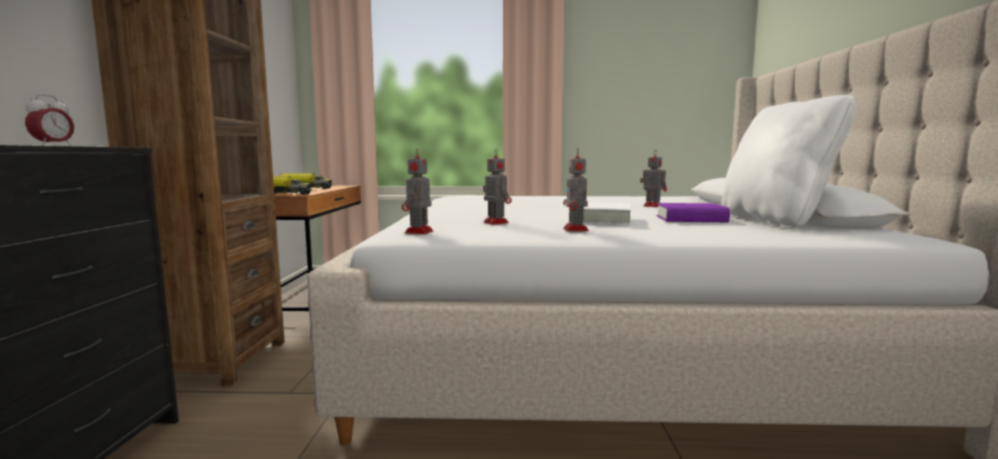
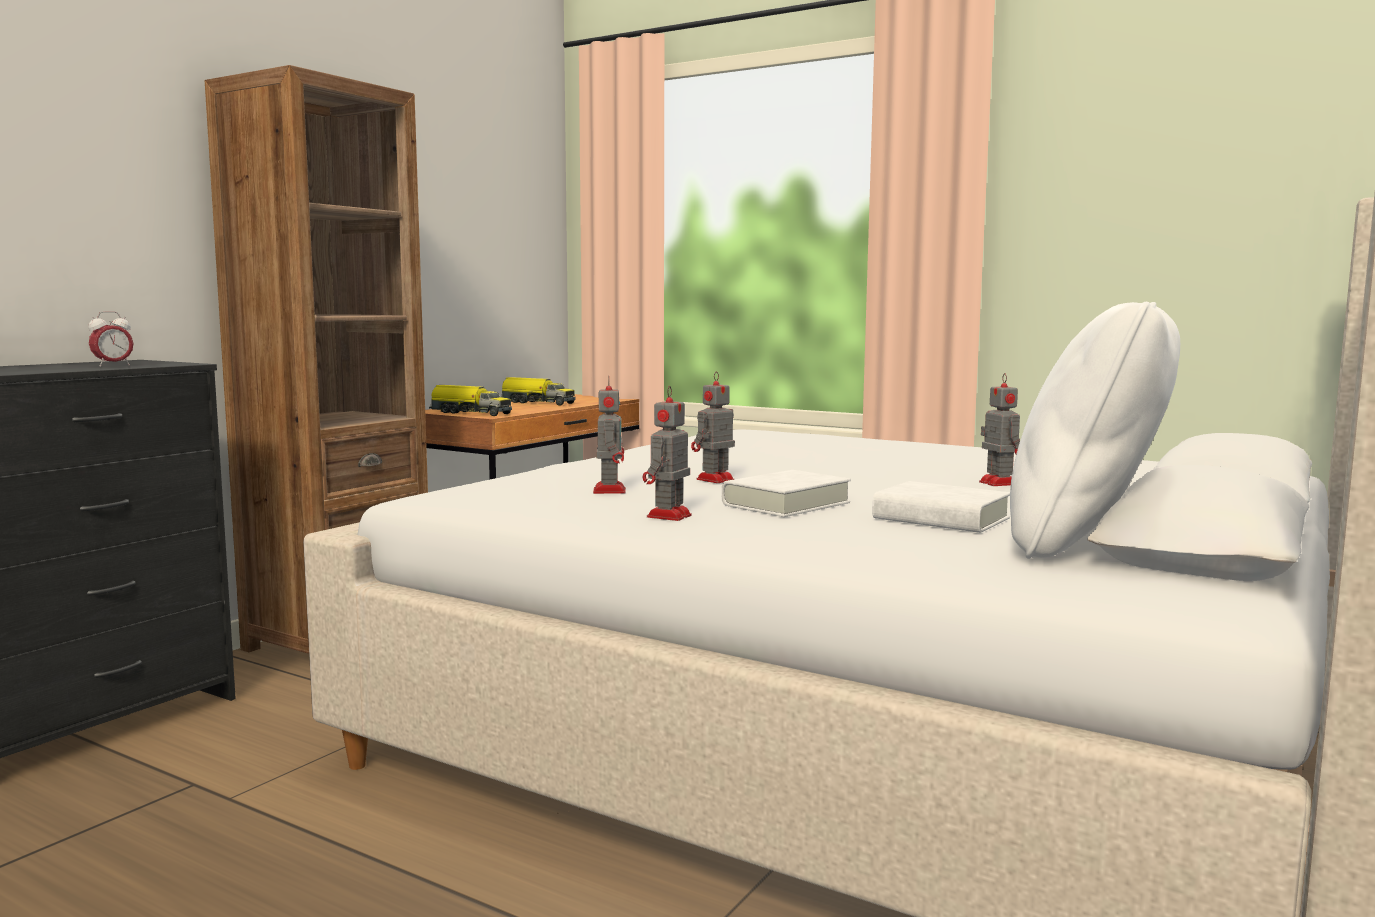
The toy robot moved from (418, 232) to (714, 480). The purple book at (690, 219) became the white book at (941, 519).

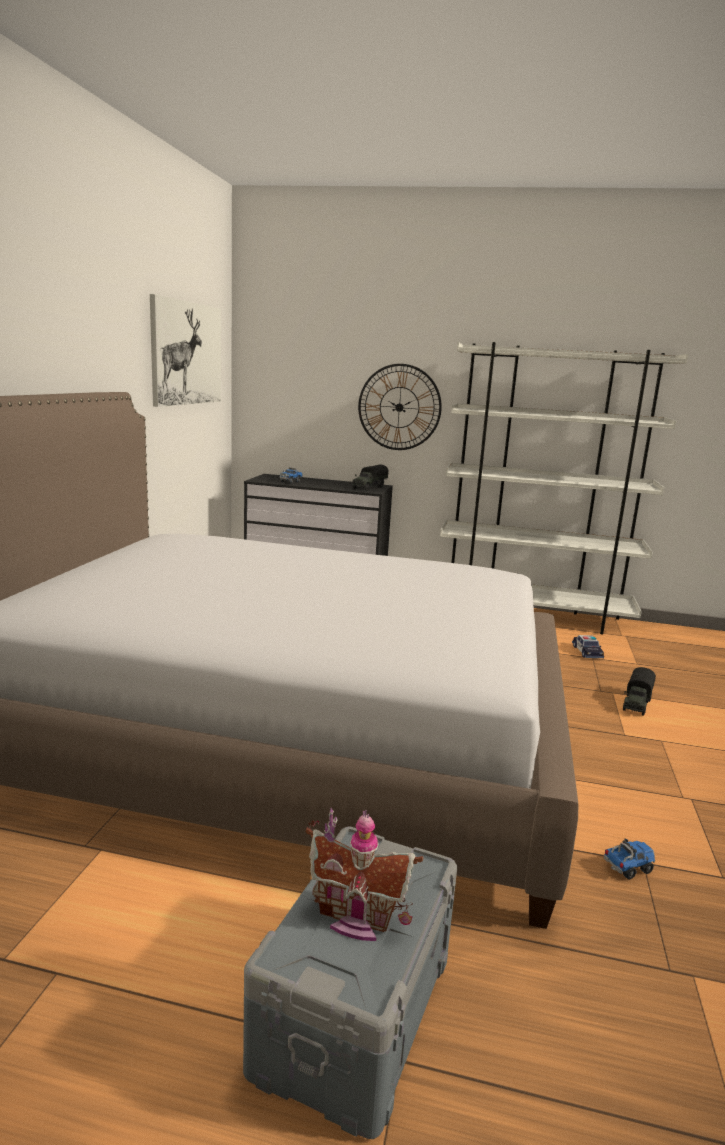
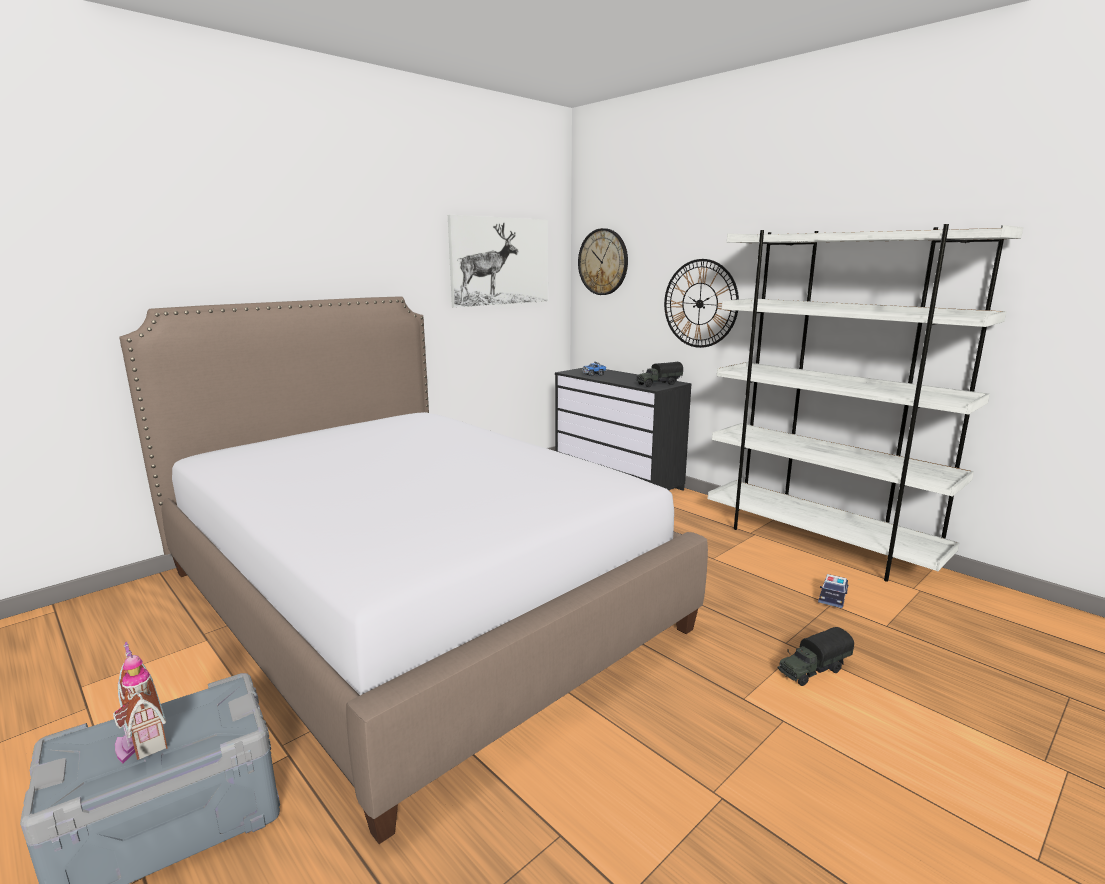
The wall clock at (603, 262) appeared. The toy truck at (628, 867) disappeared.

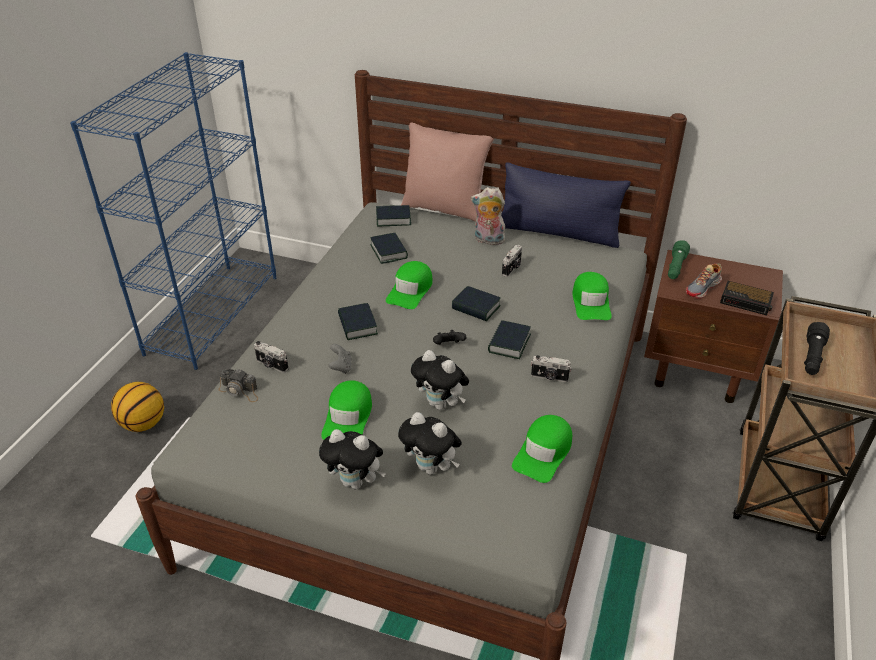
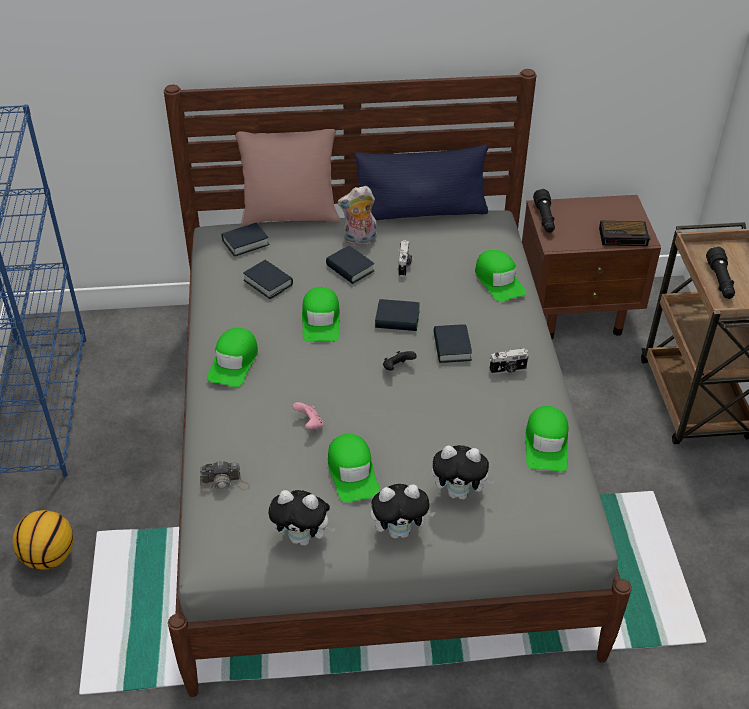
The green cap at (234, 362) appeared. The plush toy moved from (441, 404) to (303, 538). The grey game controller at (341, 367) became the pink game controller at (309, 424). The book moved from (357, 325) to (350, 269). The green flashlight at (675, 268) became the black flashlight at (544, 219). The photo camera at (271, 365) disappeared. The shoe at (703, 288) disappeared.

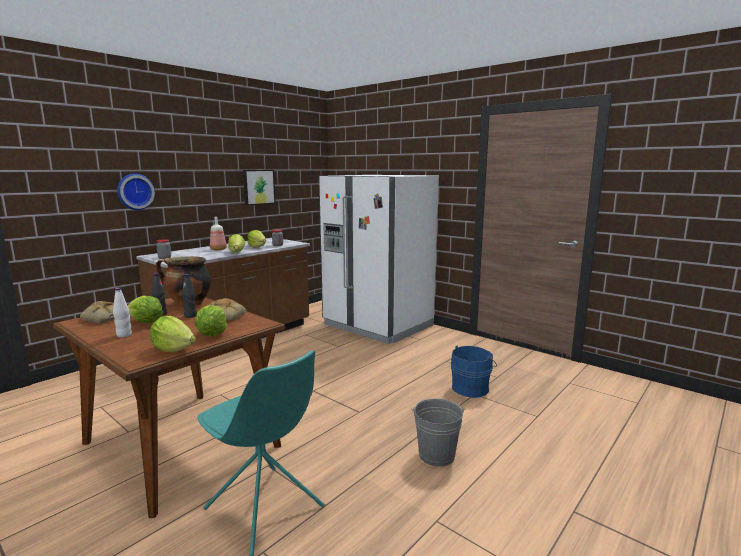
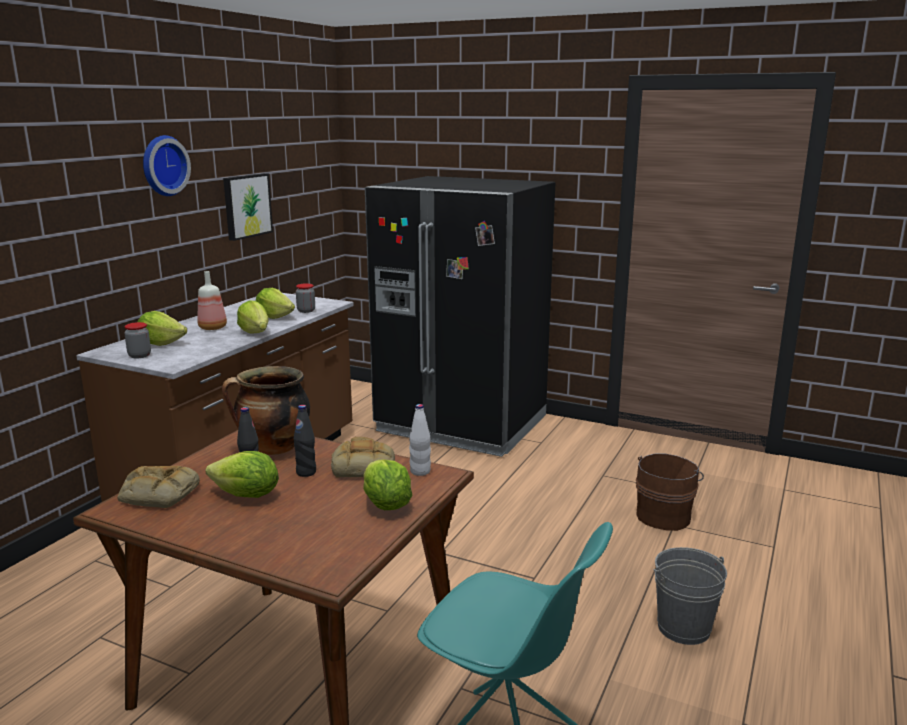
The lettuce moved from (173, 349) to (161, 343). The wall clock moved from (135, 191) to (162, 165). The white fridge at (378, 325) became the black fridge at (462, 424). The white bottle moved from (124, 335) to (420, 471). The blue bucket at (471, 388) became the brown bucket at (664, 515).

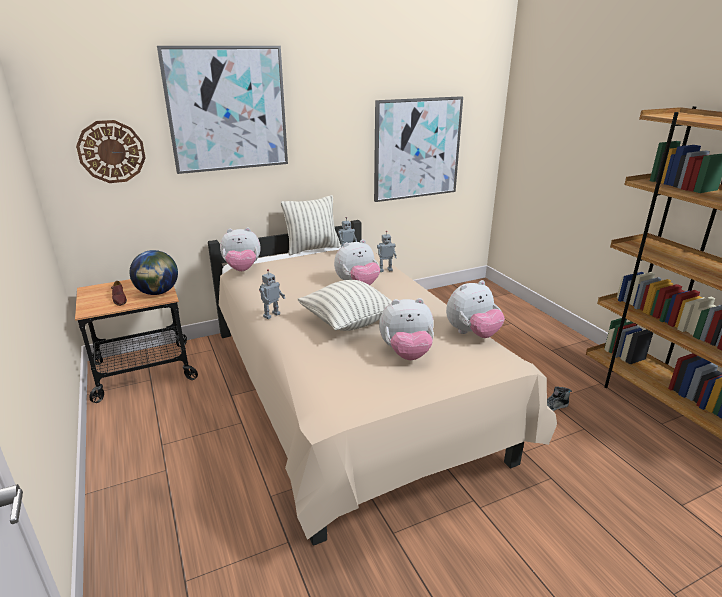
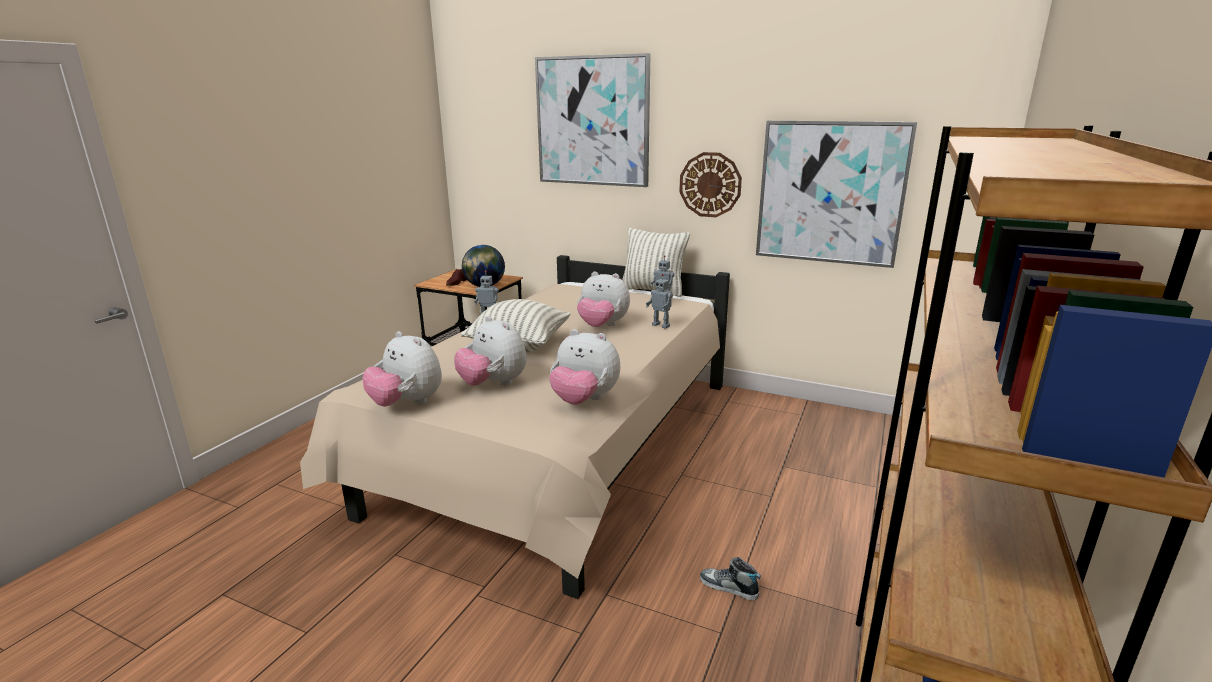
The plush toy moved from (242, 269) to (407, 403). The wall clock moved from (111, 152) to (710, 185).

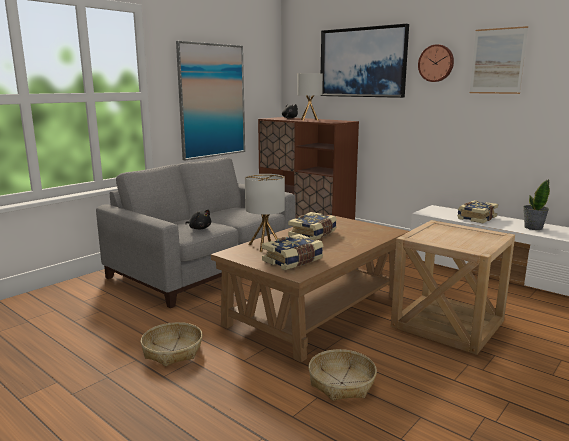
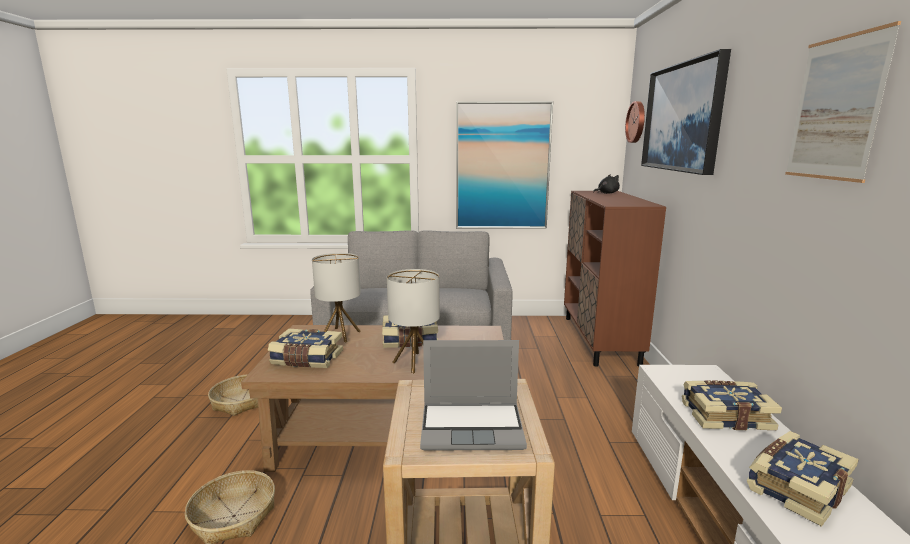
The table lamp moved from (309, 120) to (415, 362). The laptop at (473, 427) appeared. The wall clock moved from (436, 63) to (637, 122). The potted plant at (533, 227) was replaced by the book at (795, 487). The black plush toy at (199, 228) disappeared.

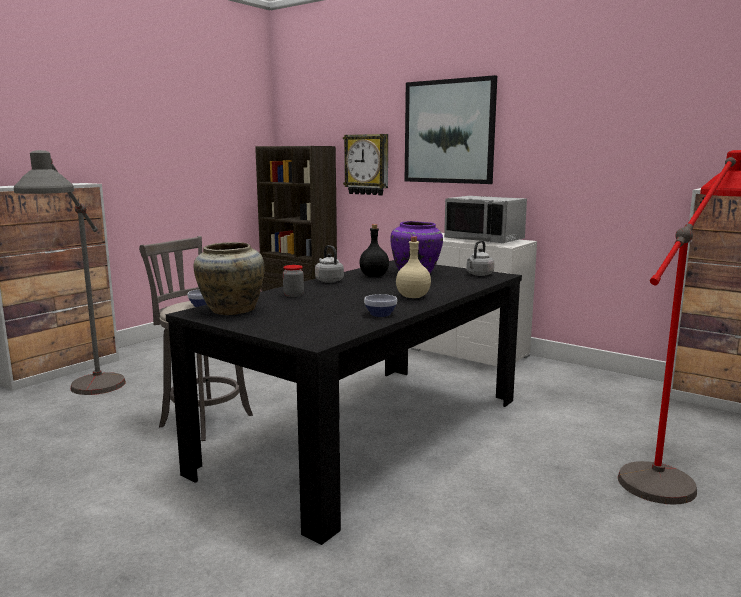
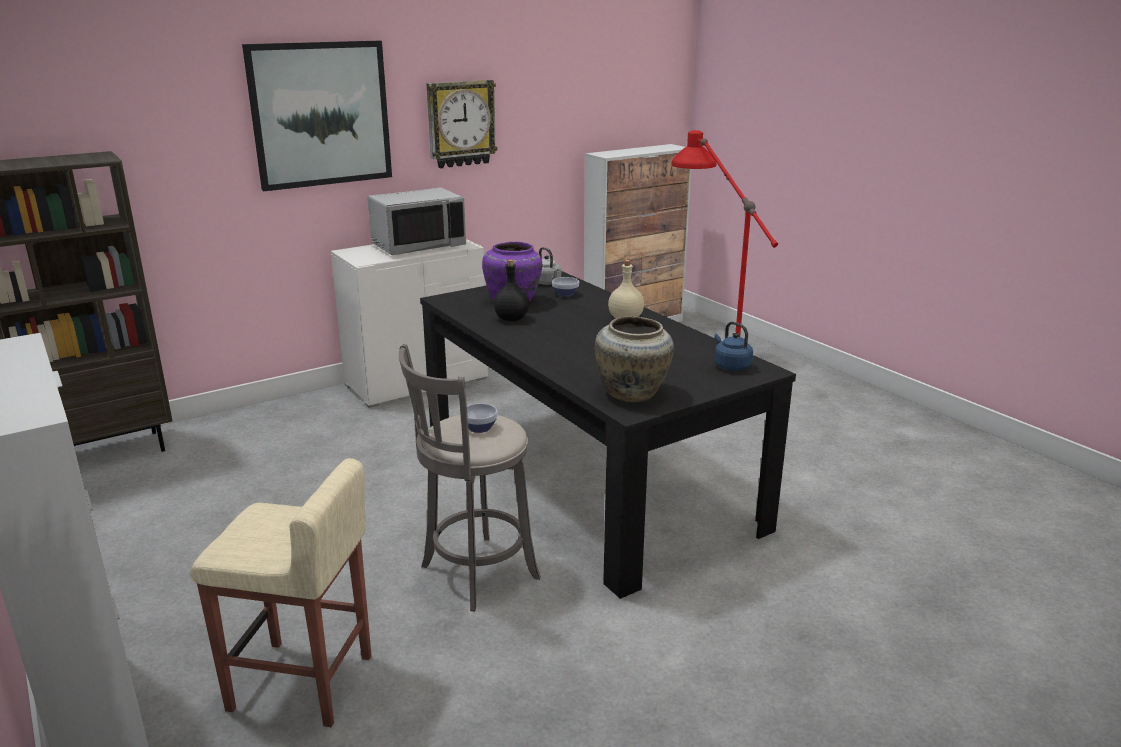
The grey floor lamp at (88, 399) was replaced by the beige stool at (303, 683). The wall clock moved from (367, 164) to (460, 124). The bowl moved from (381, 314) to (566, 294). The blue kettle at (731, 366) appeared. The jar at (293, 295) disappeared. The grey kettle at (328, 280) disappeared.

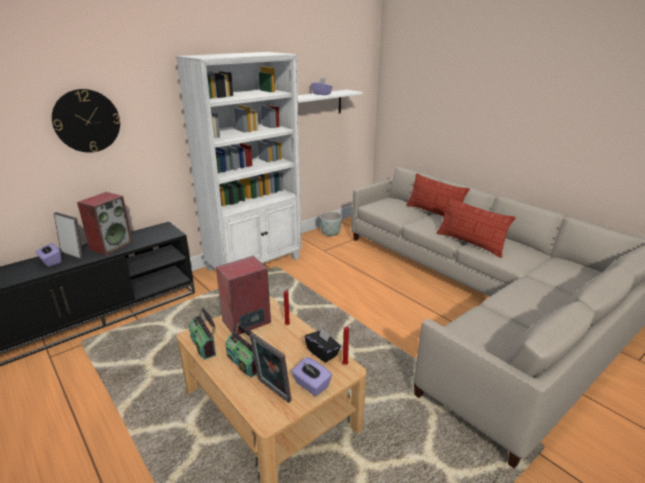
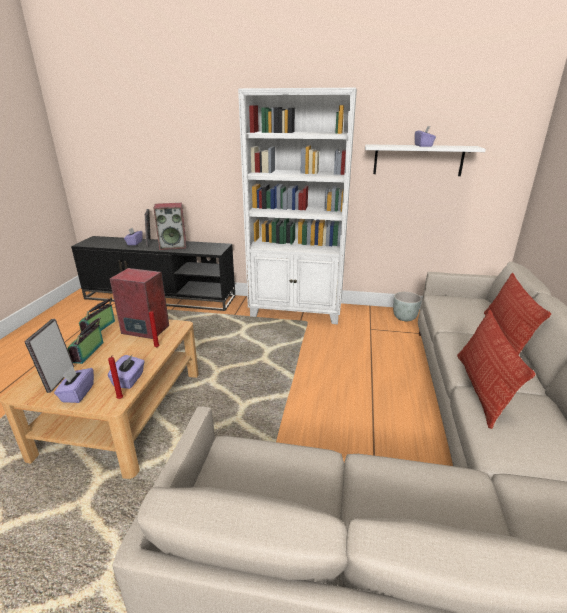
The black tissue box at (322, 352) became the purple tissue box at (129, 380). The wall clock at (87, 121) disappeared.

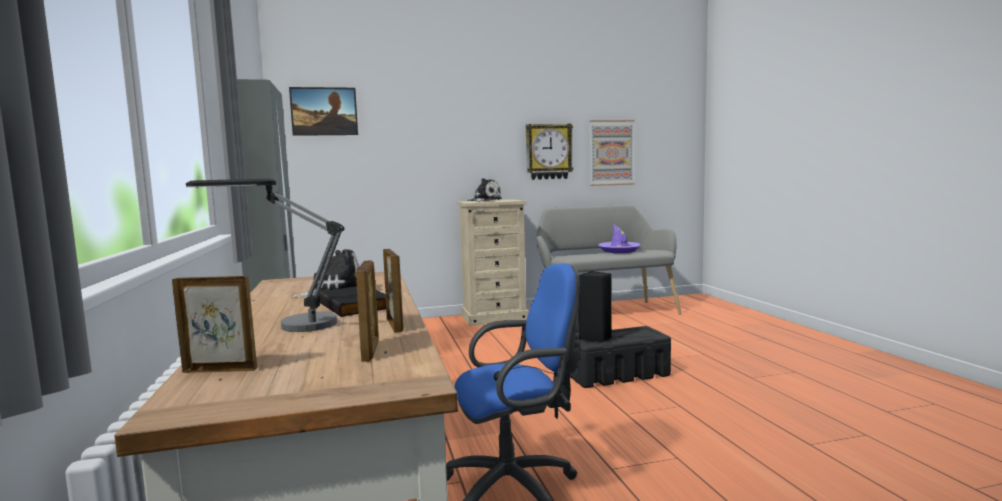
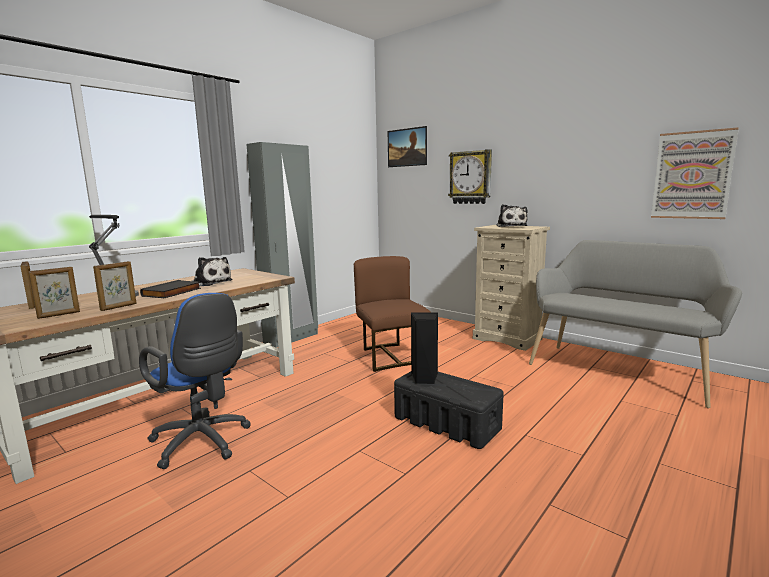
The brown chair at (391, 356) appeared. The wall clock moved from (548, 151) to (470, 177). The purple hat at (619, 251) disappeared.

